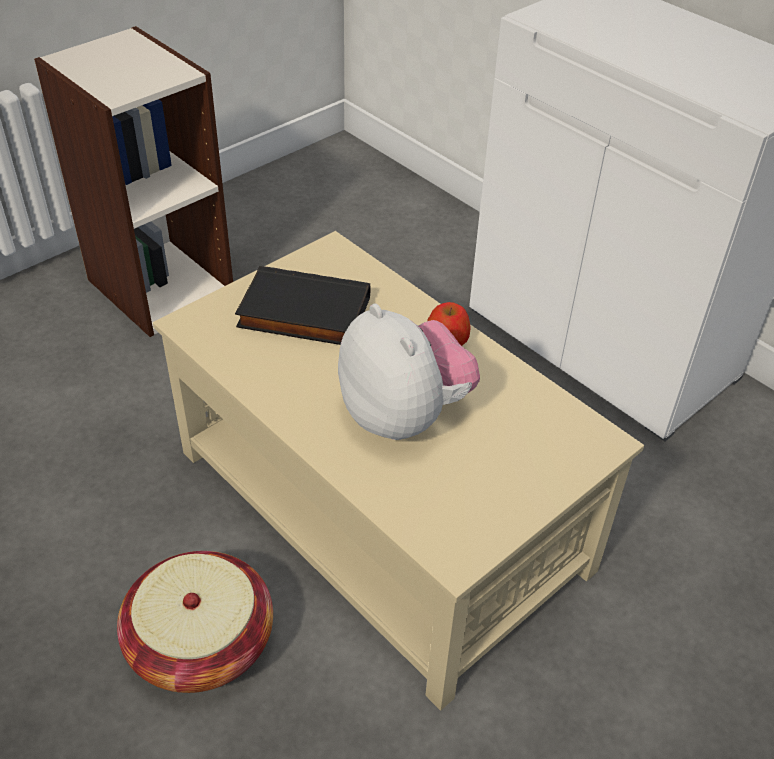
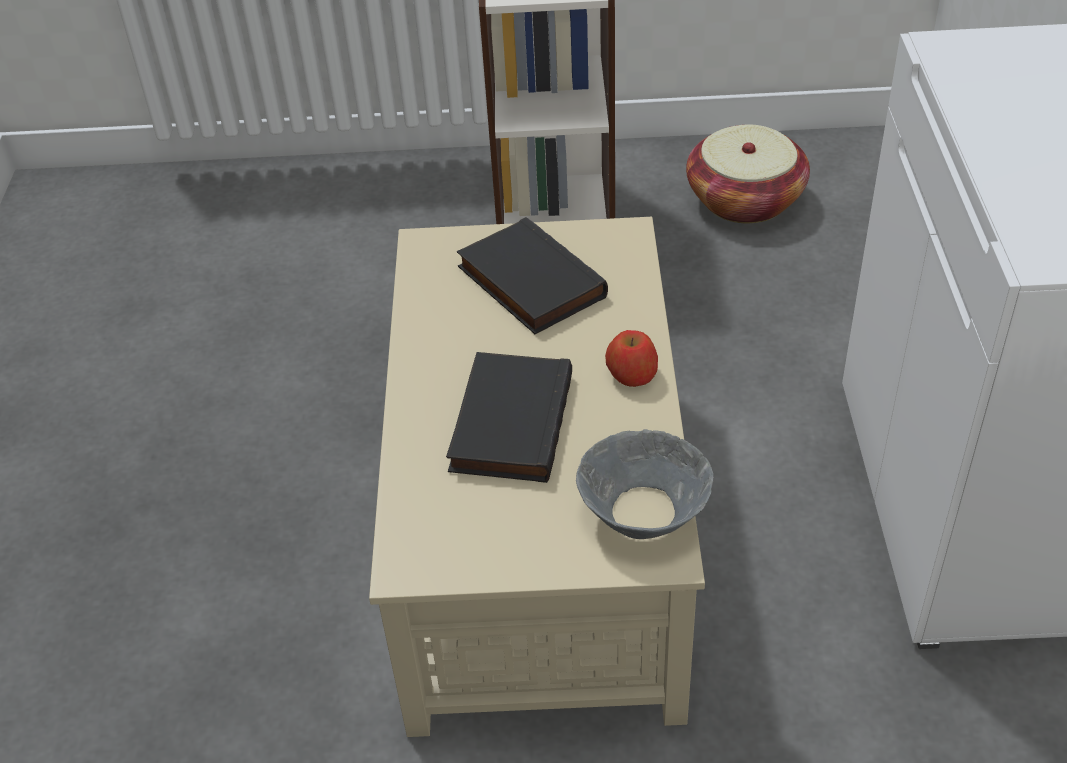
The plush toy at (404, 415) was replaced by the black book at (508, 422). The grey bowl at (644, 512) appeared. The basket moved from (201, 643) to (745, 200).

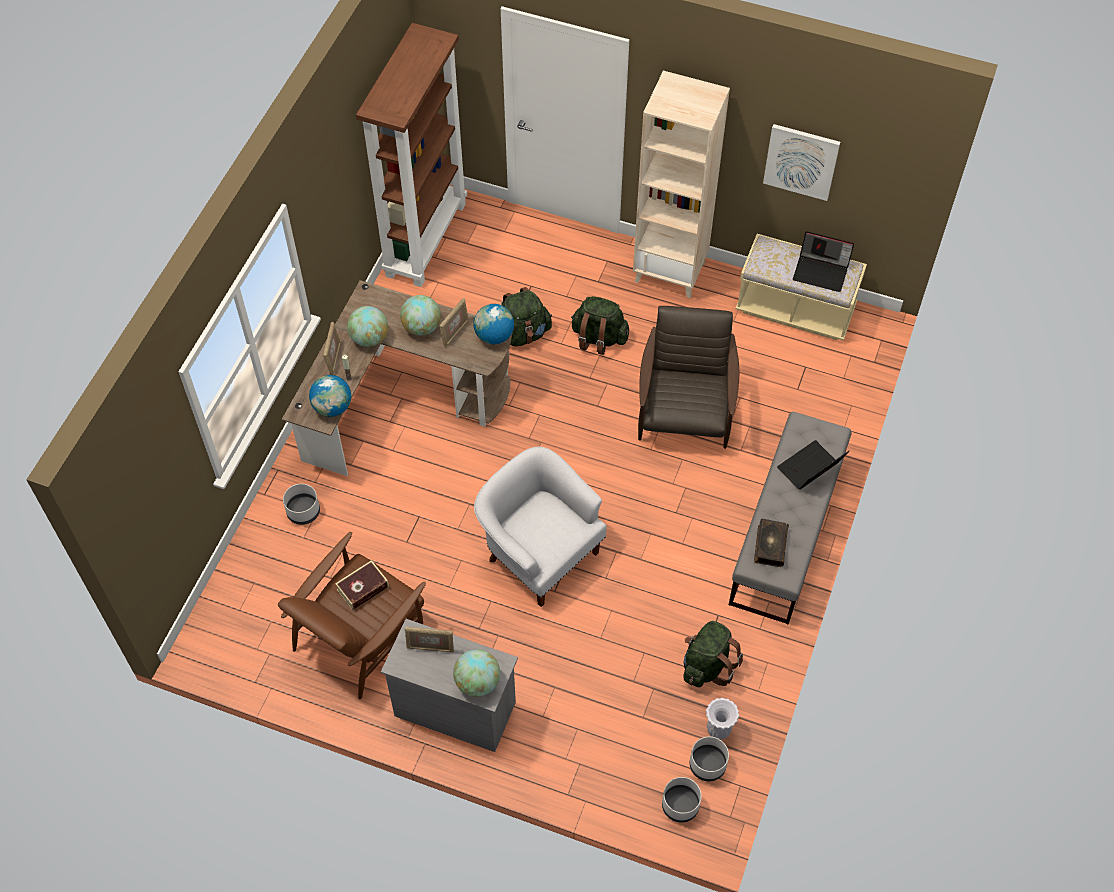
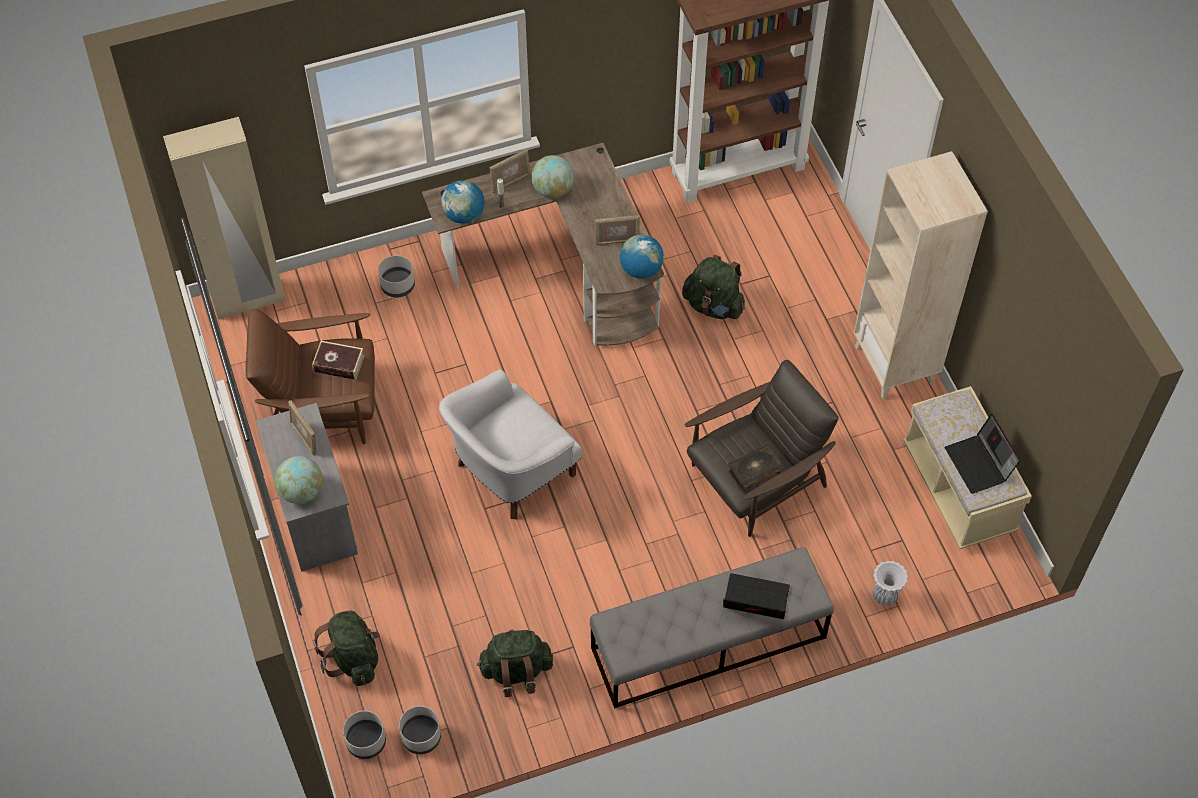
The beige wardrobe at (249, 300) appeared. The green backpack moved from (599, 338) to (353, 658). The white armchair at (539, 553) turned 135 degrees counterclockwise. The book moved from (769, 546) to (754, 471). The white vase moved from (718, 730) to (884, 596). The globe at (421, 327) disappeared. The picture at (801, 161) disappeared.

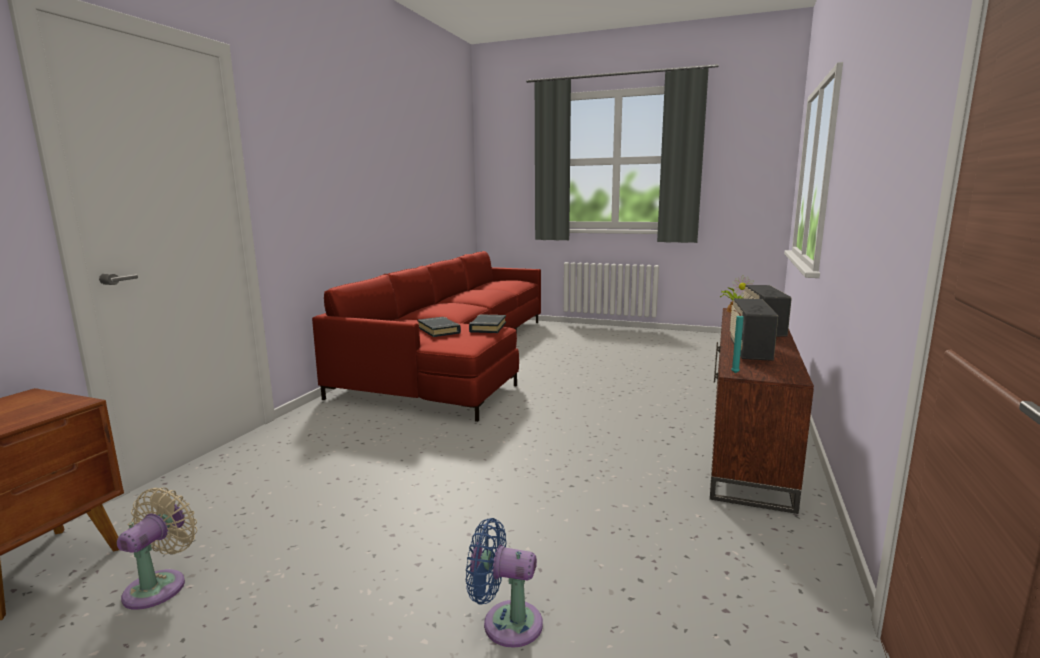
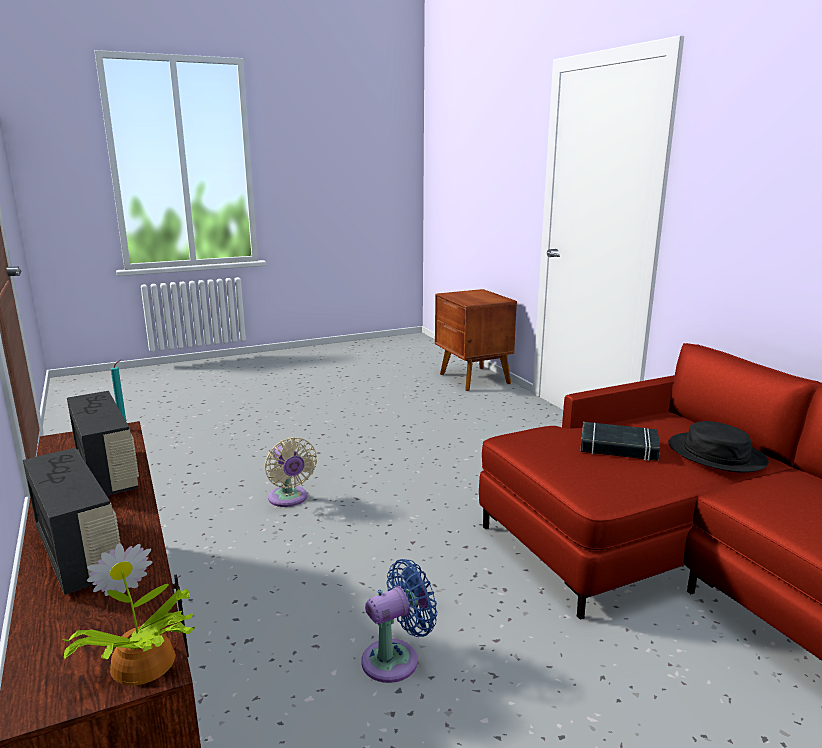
The beige fan moved from (160, 585) to (289, 499). The blue fan moved from (506, 622) to (396, 659). The black hat at (716, 454) appeared. The black book at (487, 327) disappeared.

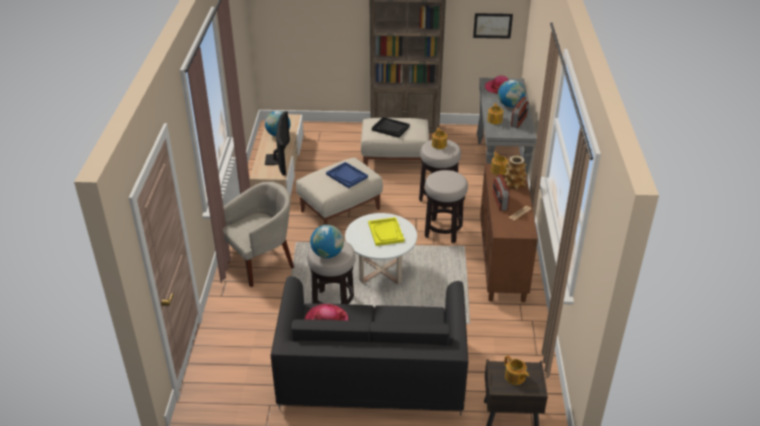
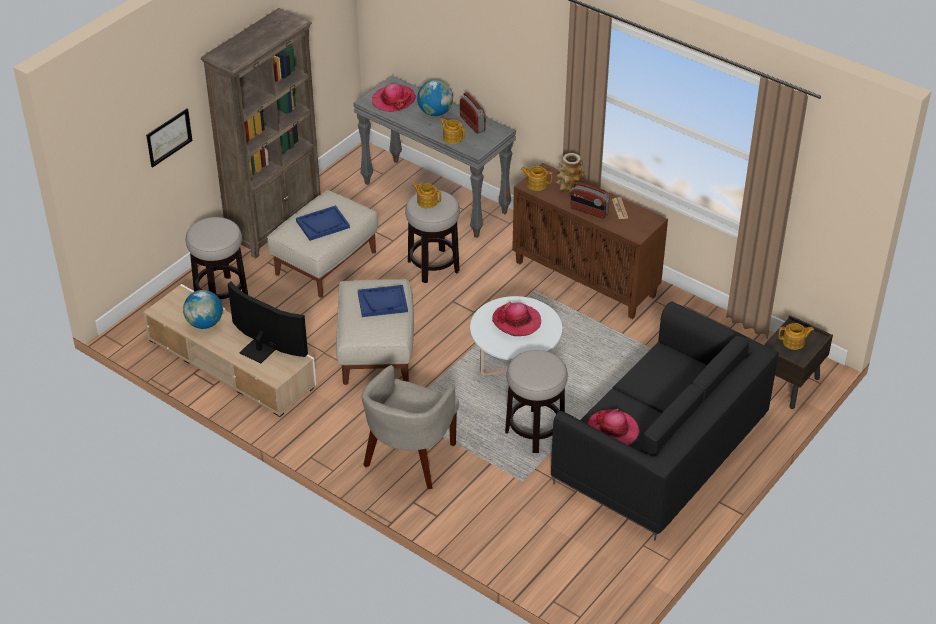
The picture moved from (492, 25) to (169, 137). The stool moved from (443, 231) to (221, 294). The black tray at (390, 128) became the blue tray at (323, 224). The beige armchair at (261, 263) turned 150 degrees counterclockwise. The yellow tray at (386, 232) was replaced by the hat at (516, 321). The globe at (327, 254) disappeared.

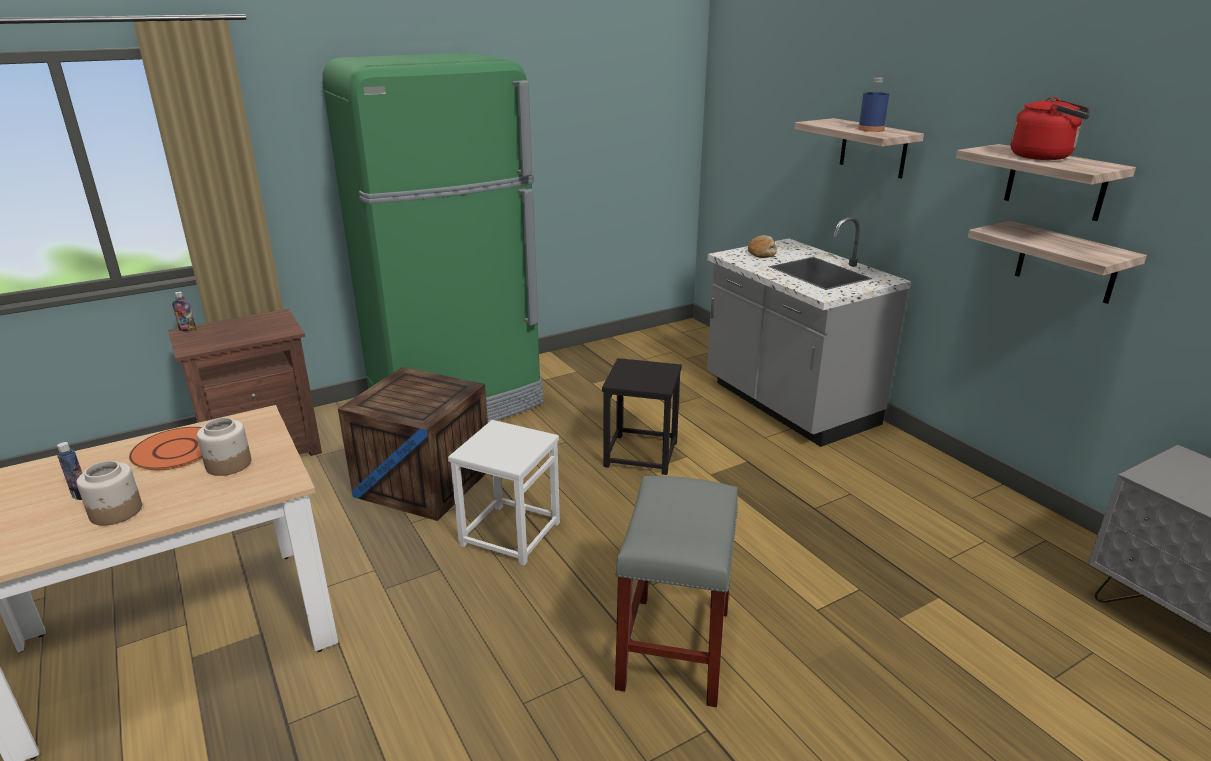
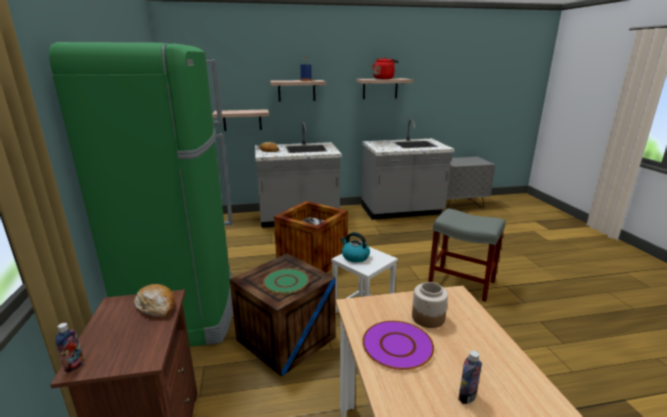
The bread at (157, 306) appeared. The shelf moved from (1066, 263) to (242, 120). The green plate at (286, 282) appeared. The black stool at (641, 454) was replaced by the crate at (312, 260). The kettle at (355, 257) appeared. The grey counter at (401, 211) appeared. The orange plate at (175, 450) became the purple plate at (397, 346). The jar at (116, 512) disappeared.

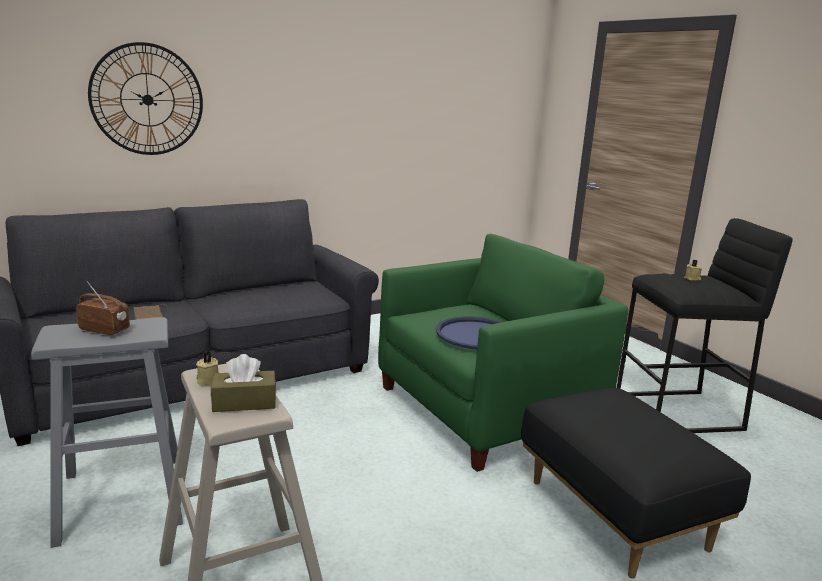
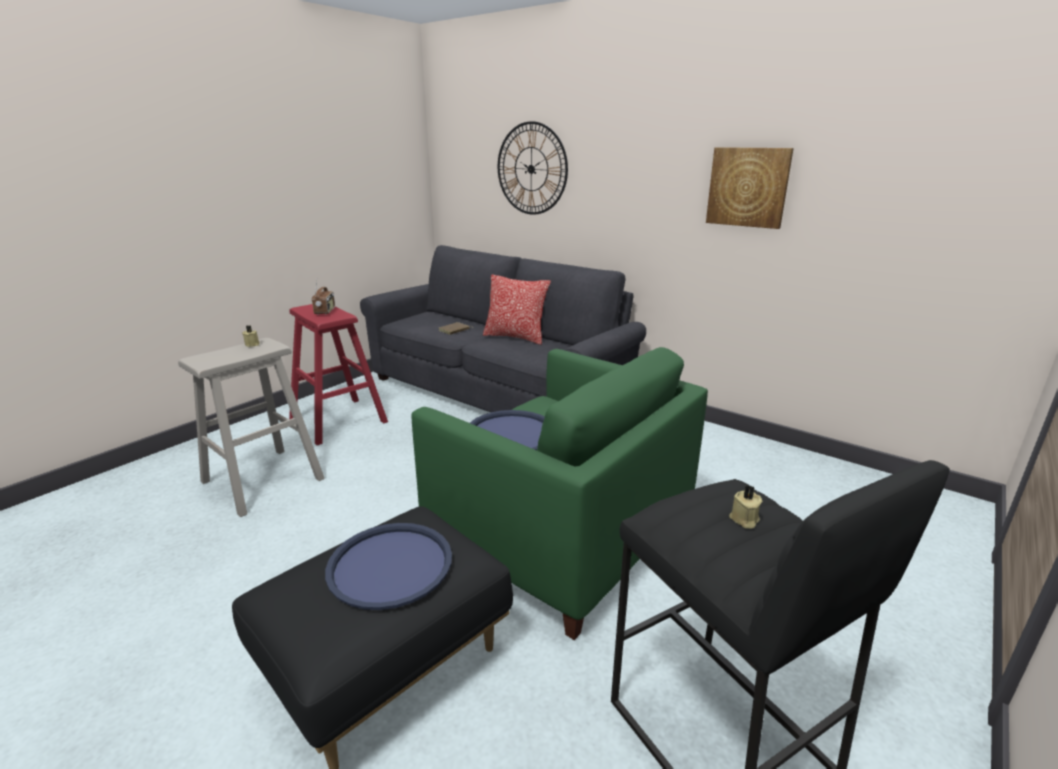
The grey stool at (122, 498) became the red stool at (338, 421). The blue tray at (390, 565) appeared. The pillow at (515, 337) appeared. The picture at (748, 187) appeared. The brown tissue box at (244, 402) disappeared.

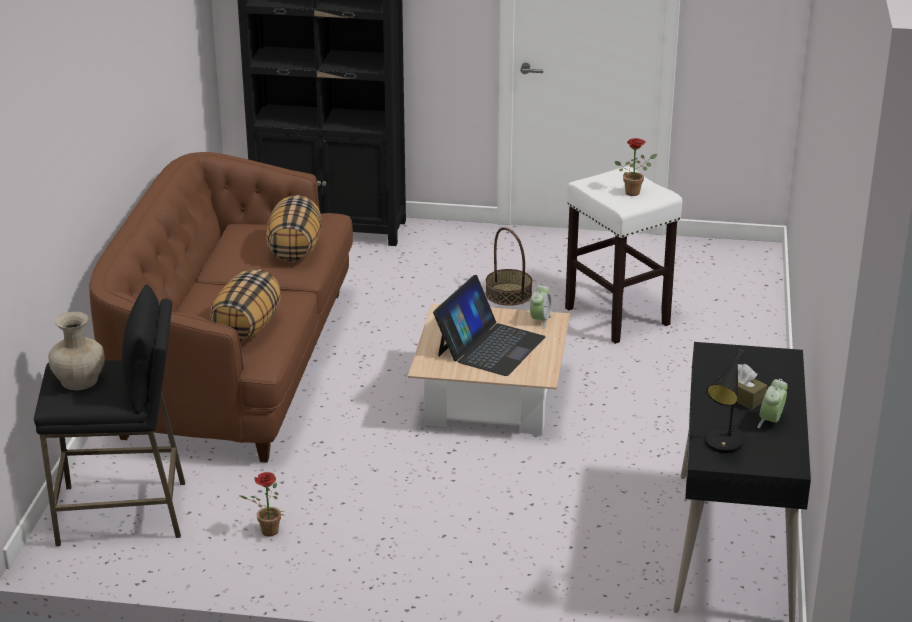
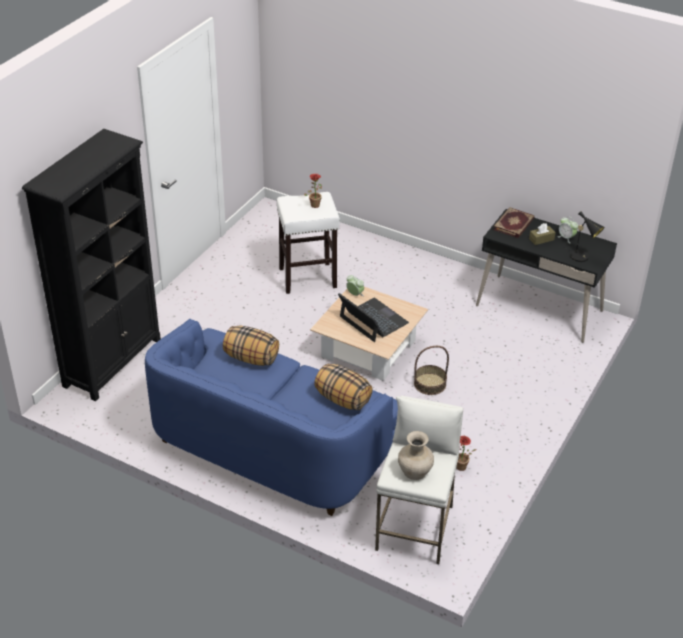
The brown sofa at (235, 366) became the blue sofa at (271, 445). The black stool at (123, 512) became the white stool at (415, 527). The basket moved from (508, 294) to (430, 384). The book at (514, 224) appeared.

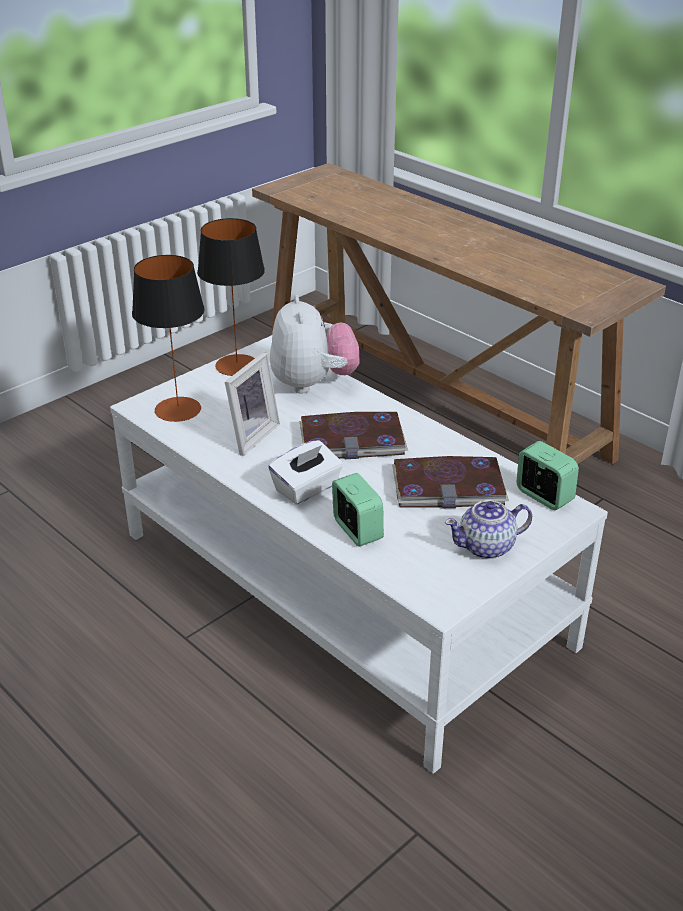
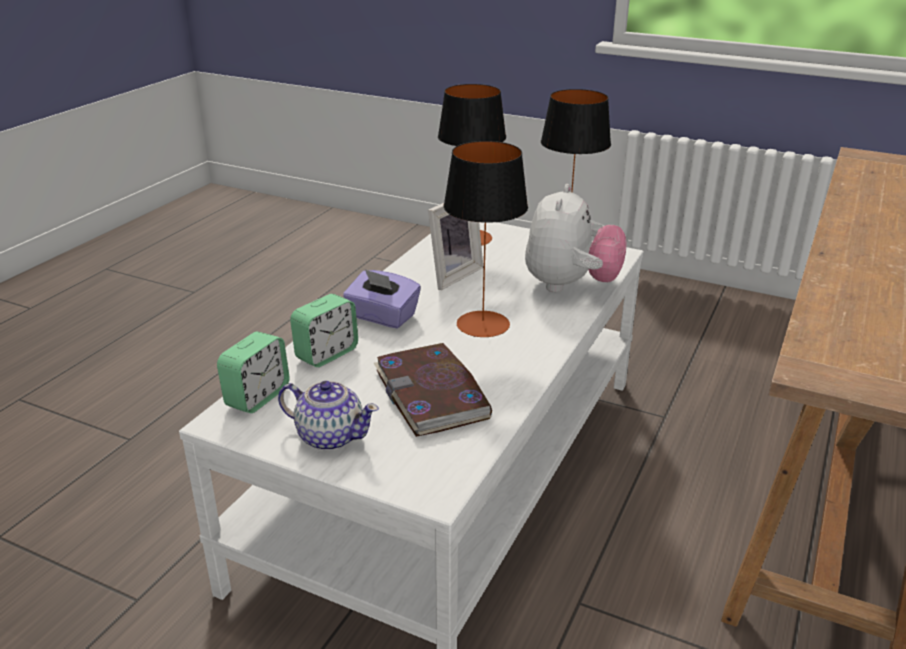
The alarm clock moved from (543, 496) to (257, 397). The teapot at (487, 547) turned 150 degrees clockwise. The white tissue box at (307, 489) became the purple tissue box at (382, 317). The picture frame at (249, 436) turned 60 degrees counterclockwise. The book at (352, 440) was replaced by the table lamp at (482, 324). The plush toy at (313, 383) turned 45 degrees counterclockwise.

